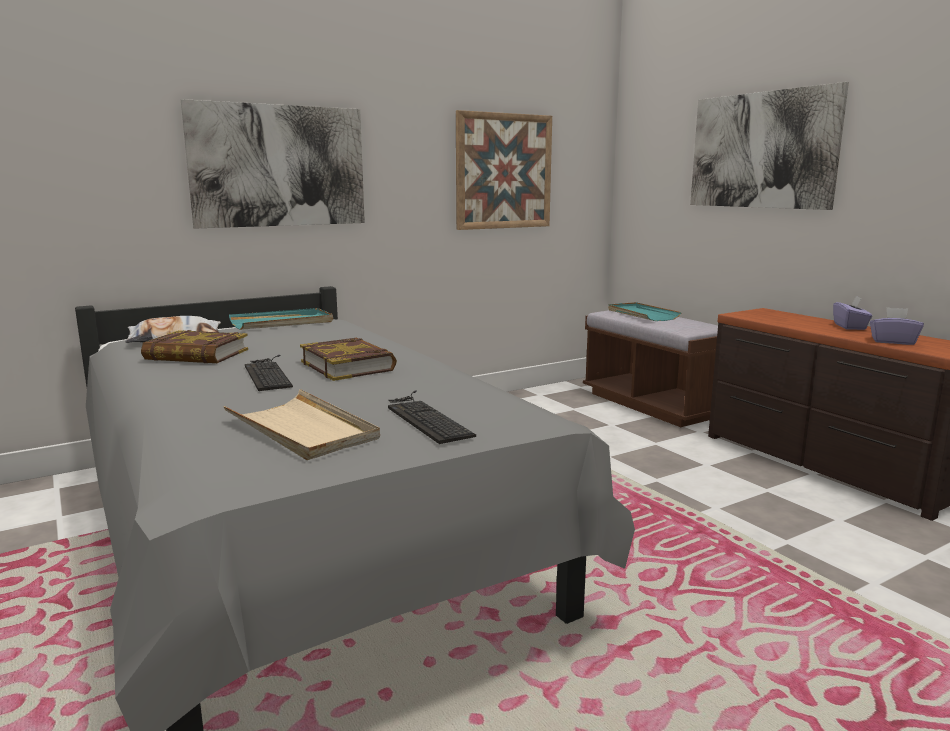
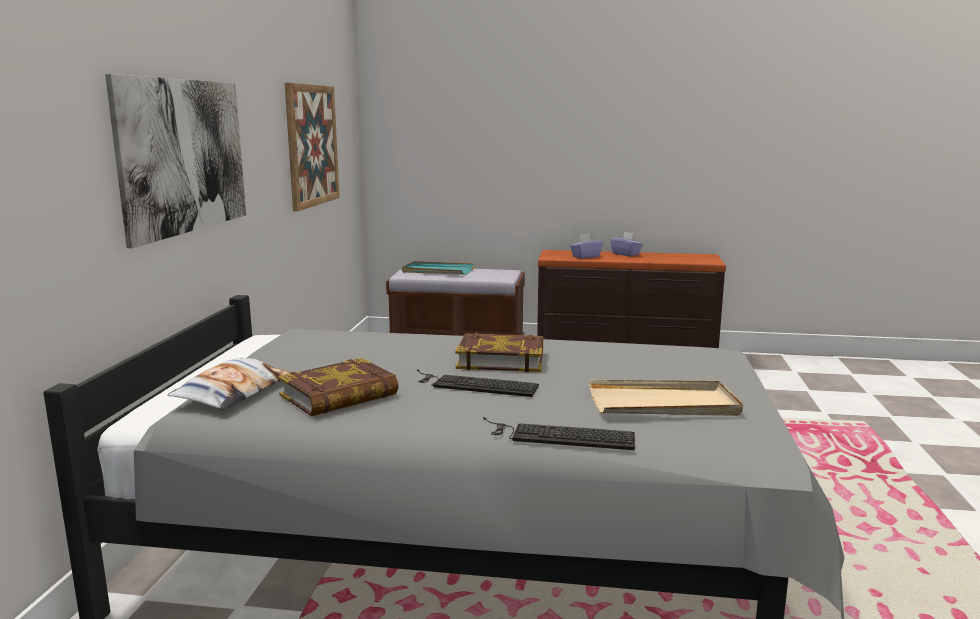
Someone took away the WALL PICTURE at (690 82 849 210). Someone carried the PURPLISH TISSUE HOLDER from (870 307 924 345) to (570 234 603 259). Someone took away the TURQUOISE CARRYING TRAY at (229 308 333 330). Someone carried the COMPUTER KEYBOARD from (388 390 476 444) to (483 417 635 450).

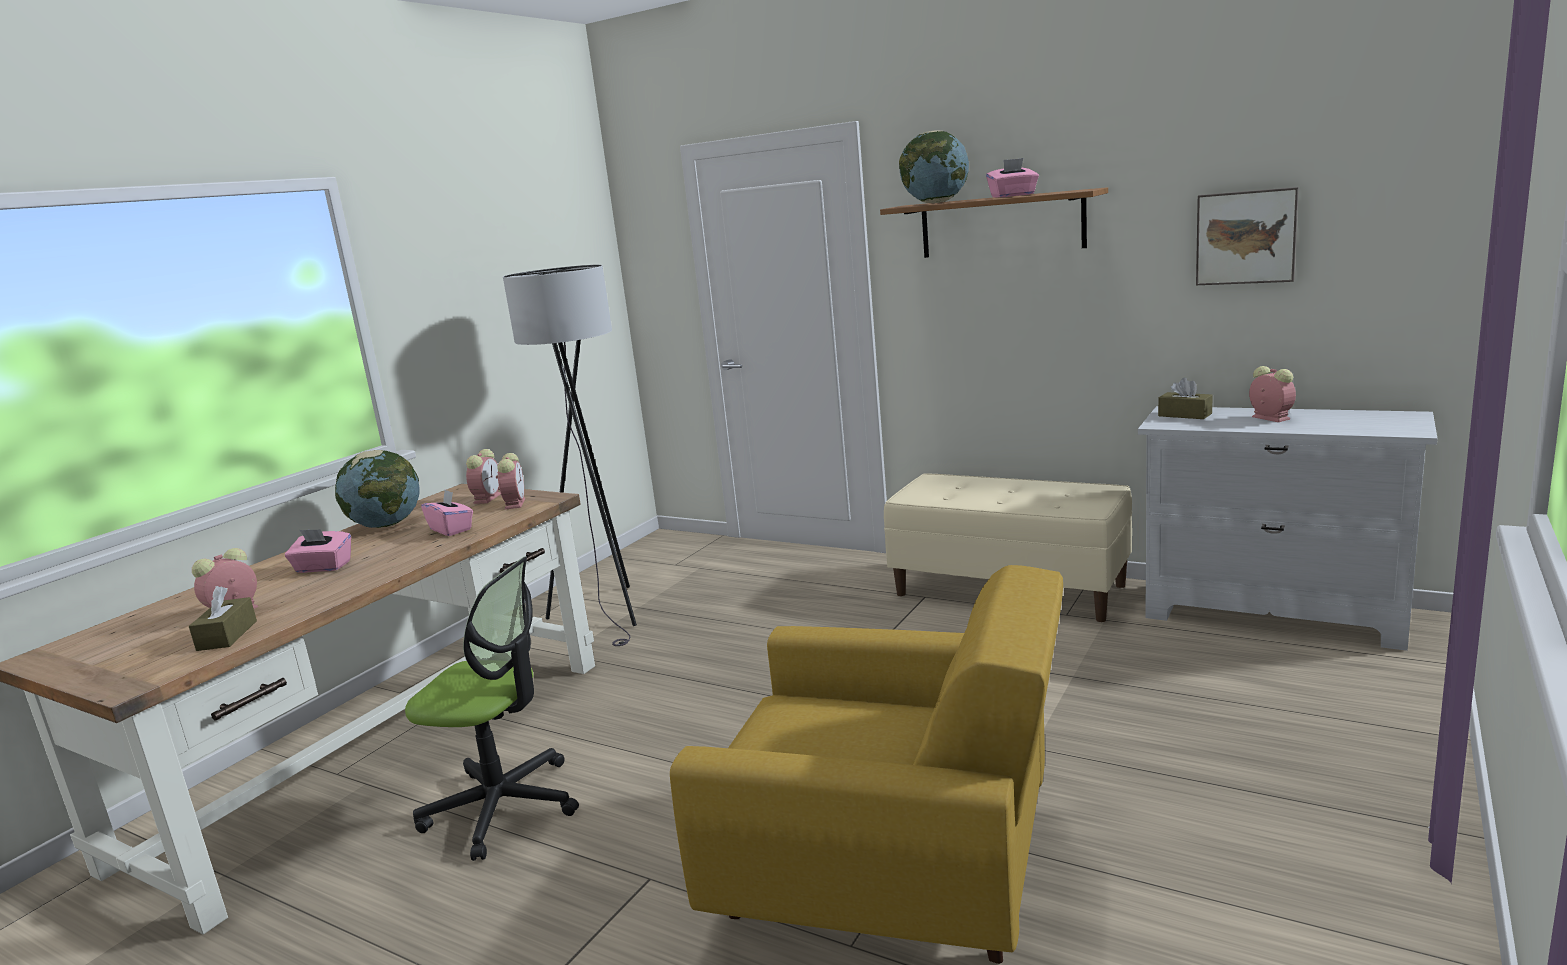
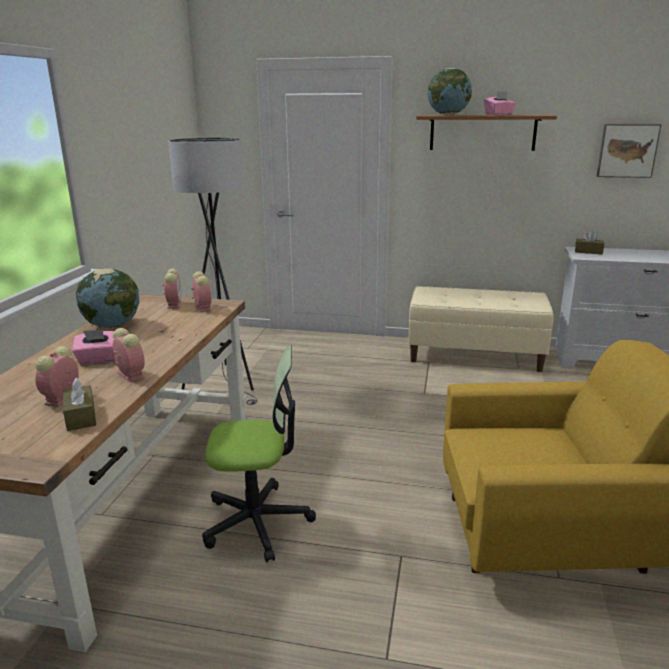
Someone carried the ALARM CLOCK from (1249 366 1296 422) to (113 328 145 382). Someone took away the PINKISH TISSUE HOLDER at (421 490 473 536).

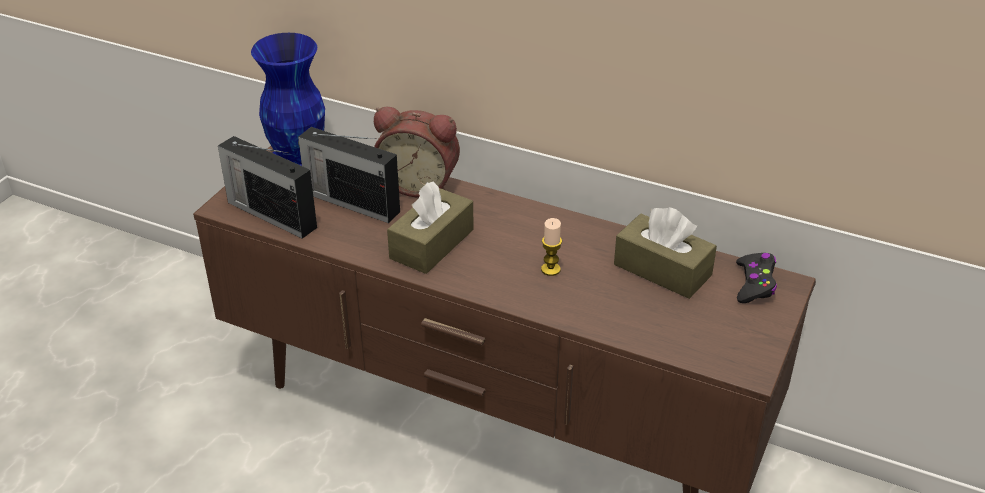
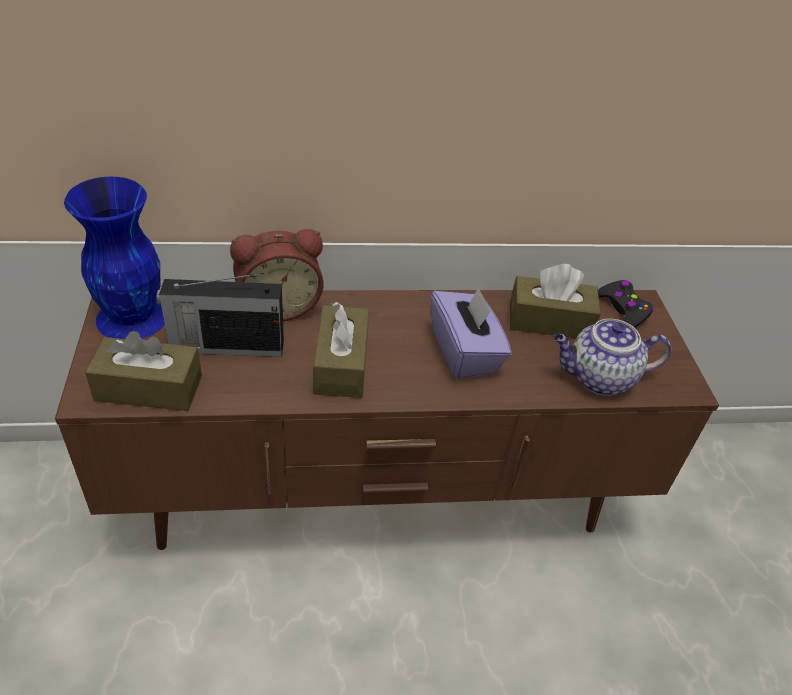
Someone swapped the RADIO SET at (218 136 317 239) for the BROWN-COLOURED TISSUE HOLDER at (85 331 202 411). Someone swapped the WAX LIGHT at (541 218 562 276) for the PURPLISH TISSUE HOLDER at (431 286 512 379). Someone put down the TEA POT at (553 319 671 396).

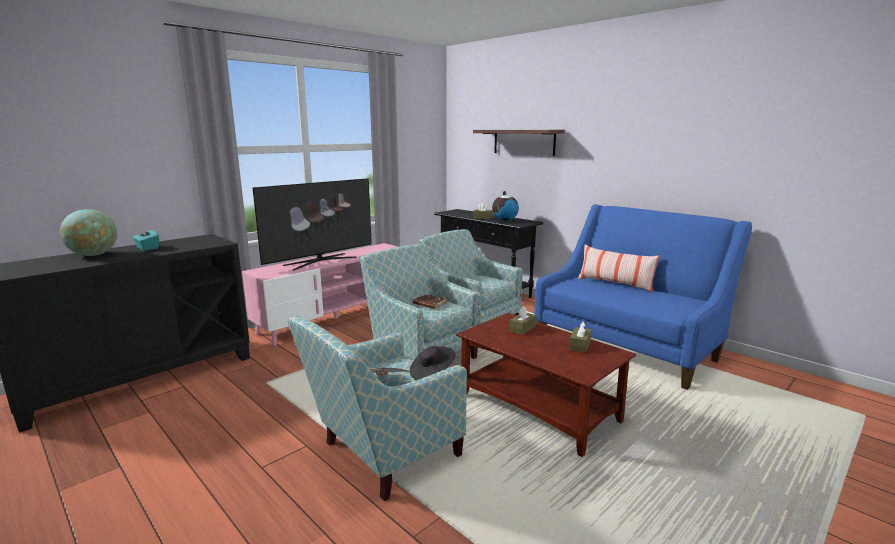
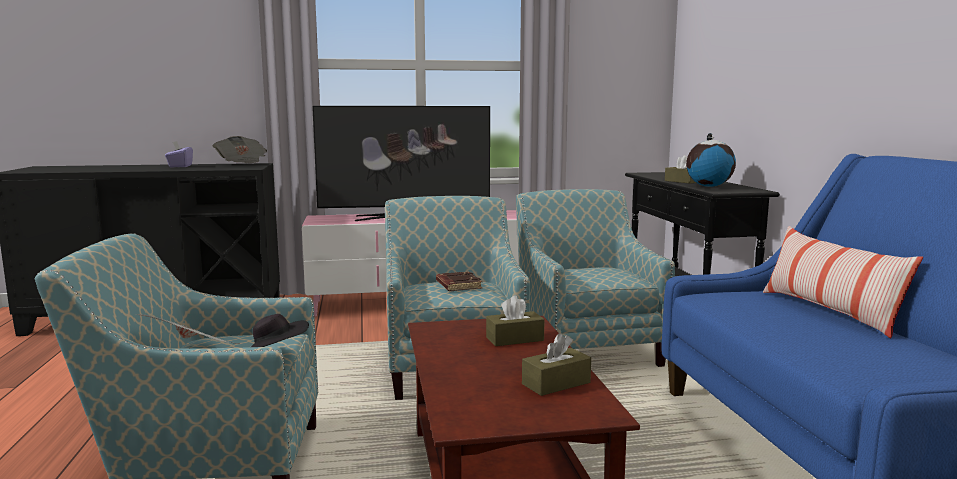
Someone took away the WALL SHELF at (473 130 565 156). Someone took away the DESK GLOBE at (60 209 117 256). Someone repainted the TURQUOISE TISSUE HOLDER at (132 228 159 251), which became the PURPLISH TISSUE HOLDER at (165 141 193 167). Someone put down the NEWSPAPER at (213 136 267 163).

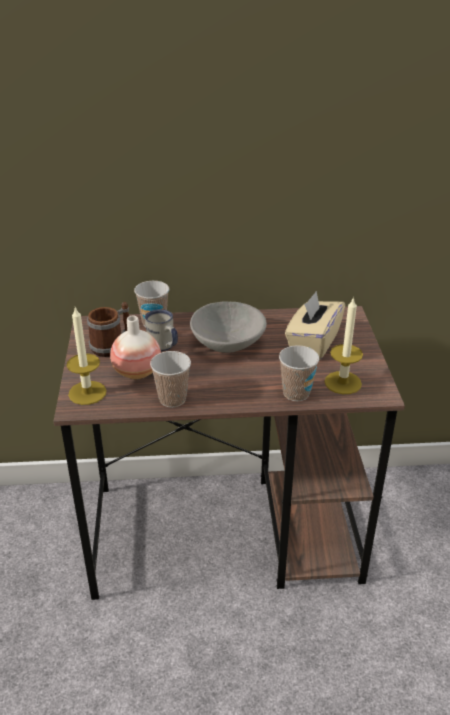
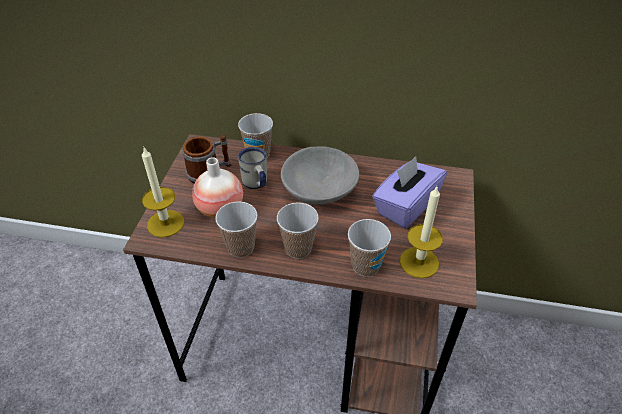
Someone repainted the SAND-COLOURED TISSUE HOLDER at (285 291 345 360), which became the PURPLISH TISSUE HOLDER at (372 156 447 228). Someone put down the SMALL CUP at (277 202 319 259).

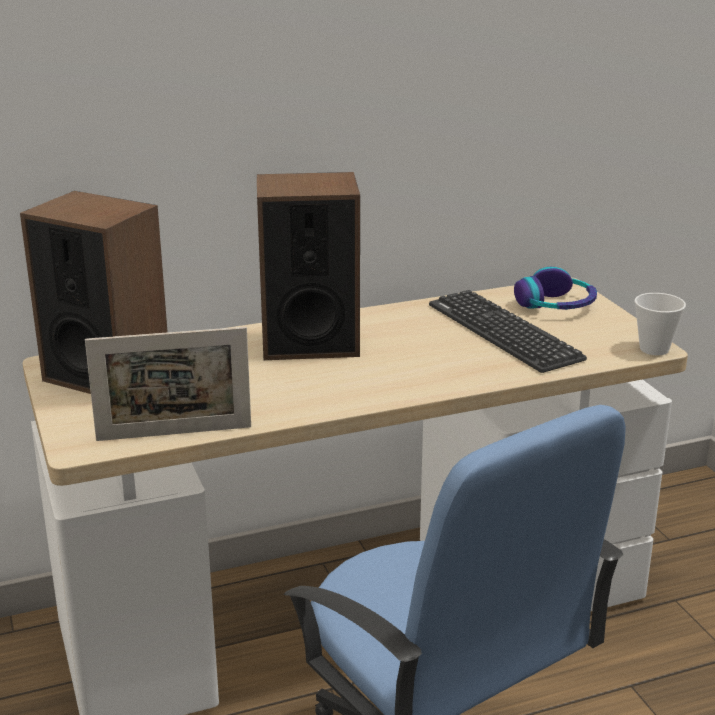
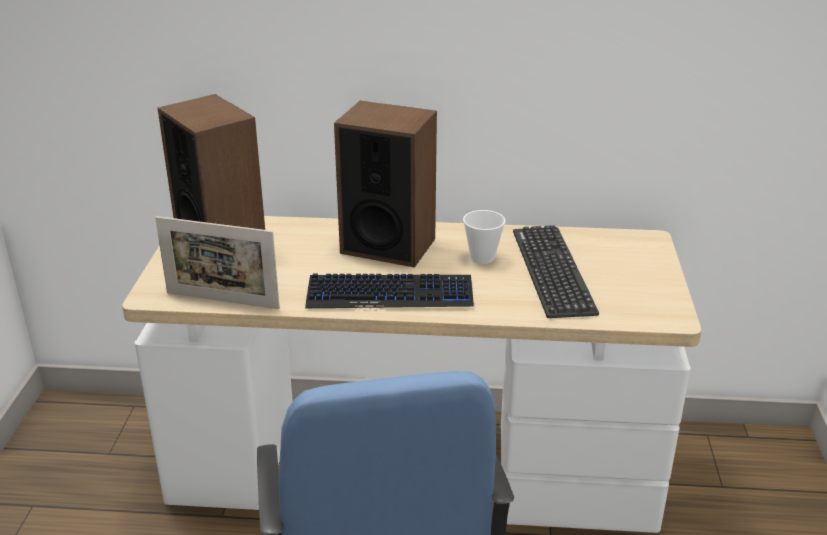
Someone took away the PAIR OF HEADPHONES at (514 267 597 310). Someone carried the SMALL CUP from (634 293 686 355) to (463 210 506 264). Someone put down the COMPUTER KEYBOARD at (305 273 474 308).

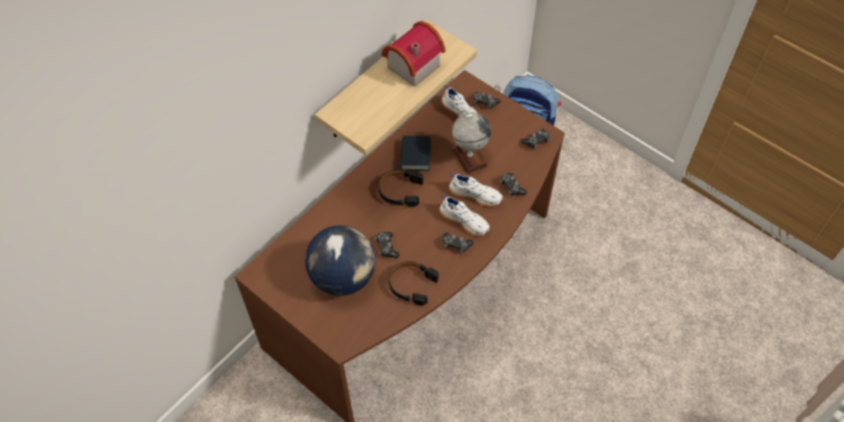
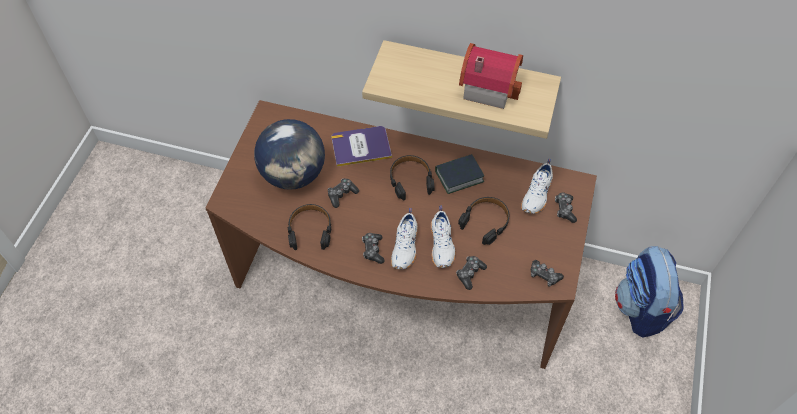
Someone swapped the DESK GLOBE at (452 109 491 174) for the BLACK PAIR OF HEADPHONES at (458 197 509 245). Someone put down the BOOK at (332 126 392 167).

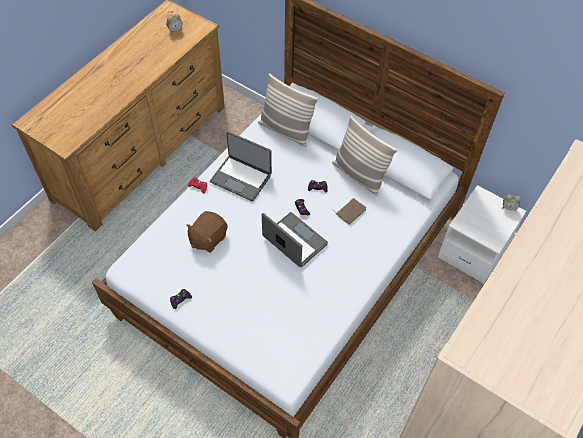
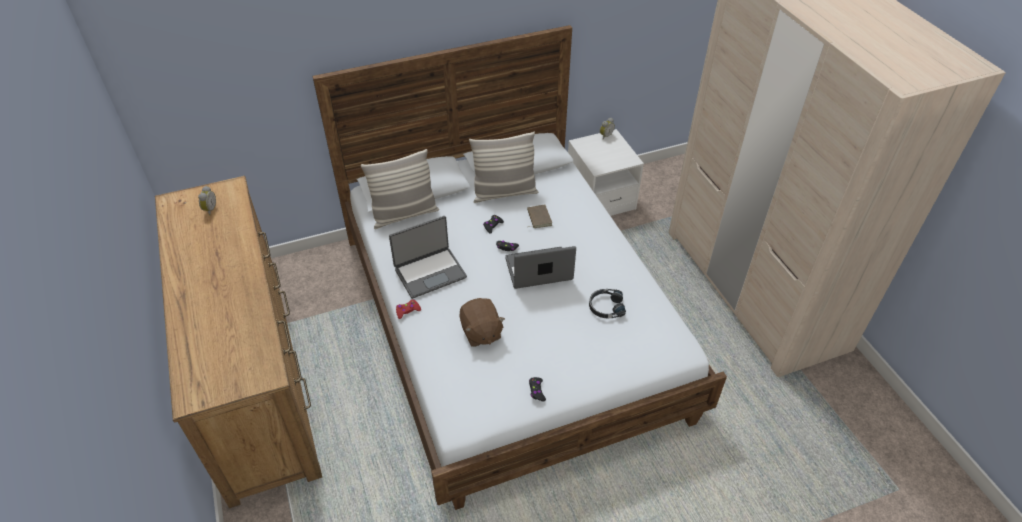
Someone put down the BLACK PAIR OF HEADPHONES at (589 289 626 318).

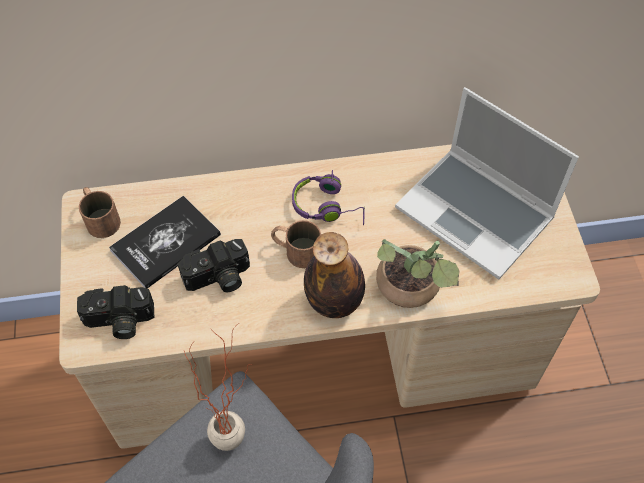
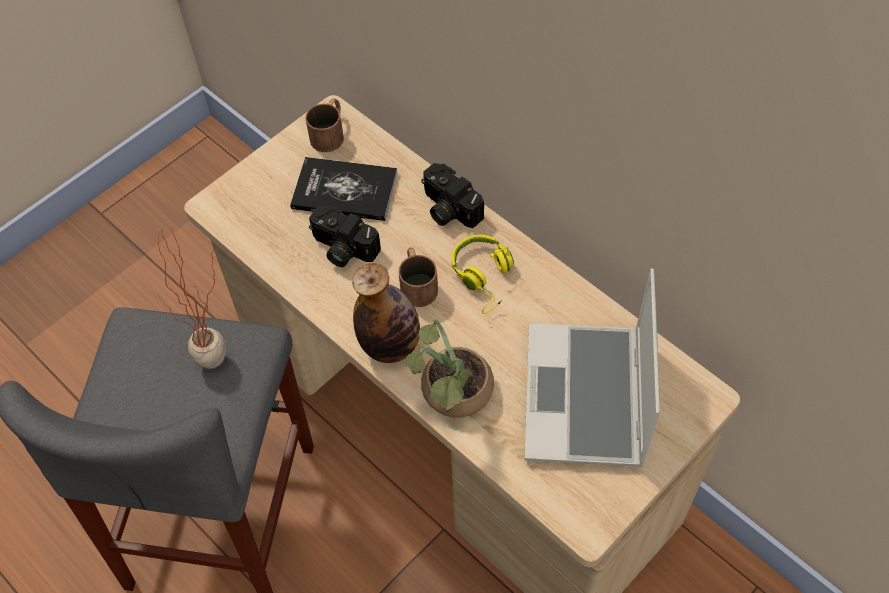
Someone repainted the PURPLISH PAIR OF HEADPHONES at (292 170 365 225), which became the YELLOW PAIR OF HEADPHONES at (451 235 514 314). Someone carried the PHOTO CAMERA from (77 285 154 339) to (421 163 484 228).

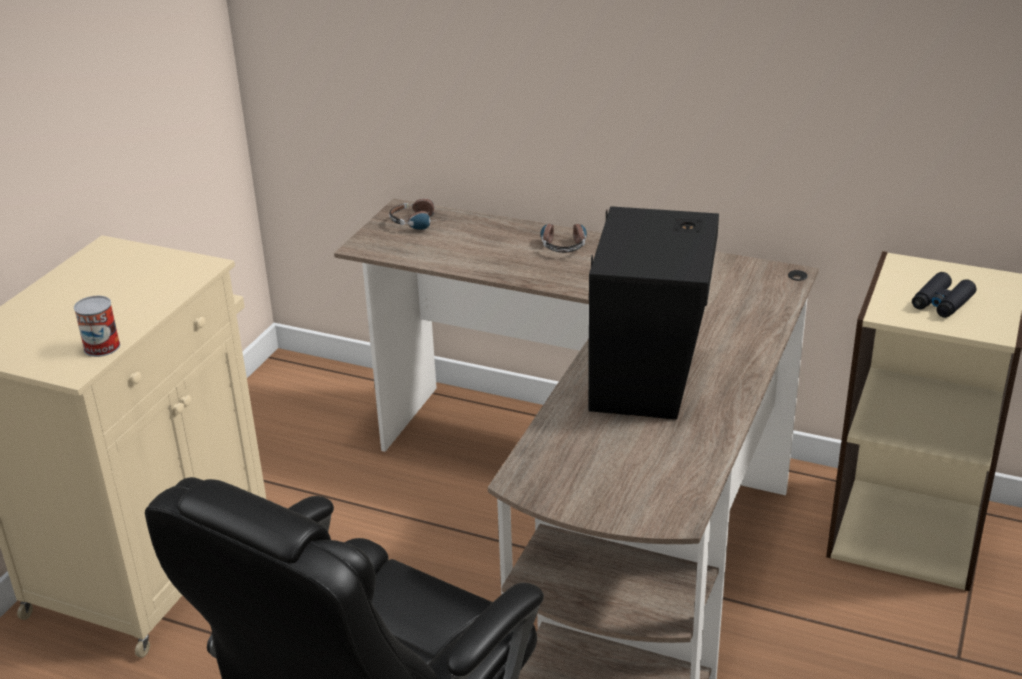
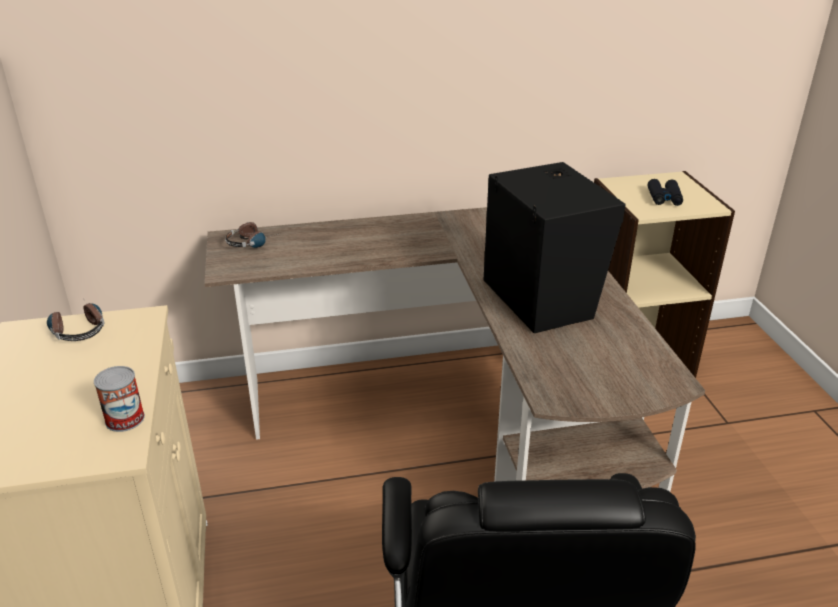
Someone carried the PAIR OF HEADPHONES from (541 219 587 253) to (47 300 105 341).

